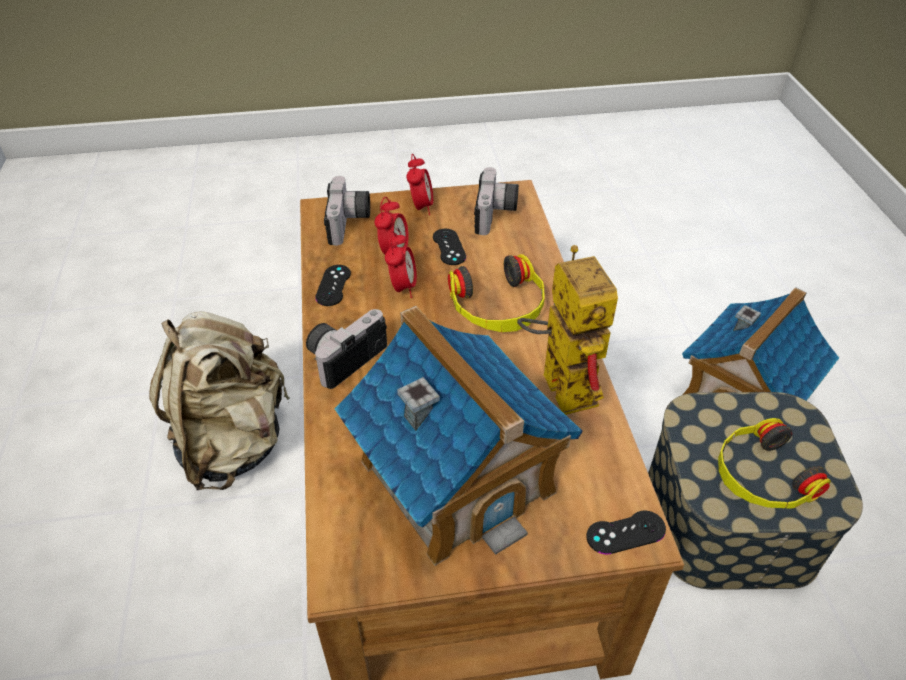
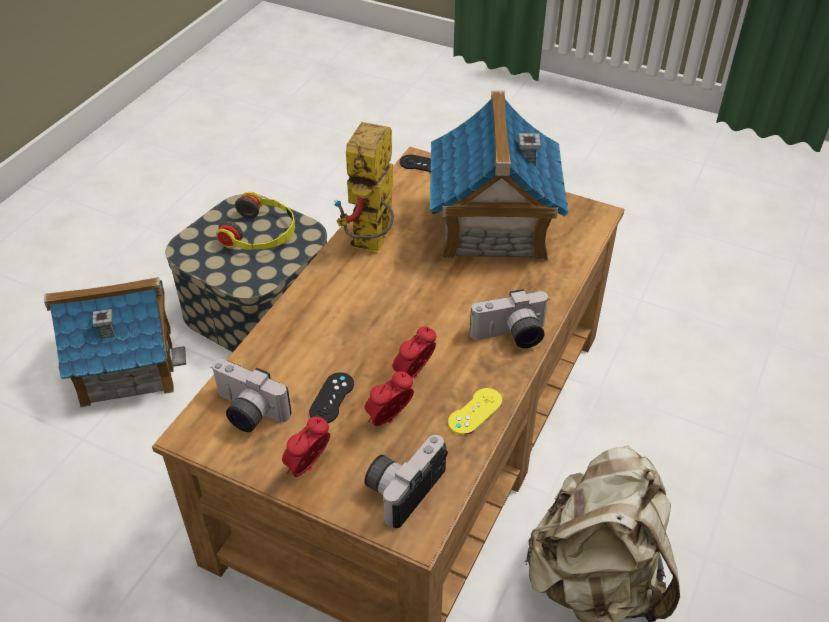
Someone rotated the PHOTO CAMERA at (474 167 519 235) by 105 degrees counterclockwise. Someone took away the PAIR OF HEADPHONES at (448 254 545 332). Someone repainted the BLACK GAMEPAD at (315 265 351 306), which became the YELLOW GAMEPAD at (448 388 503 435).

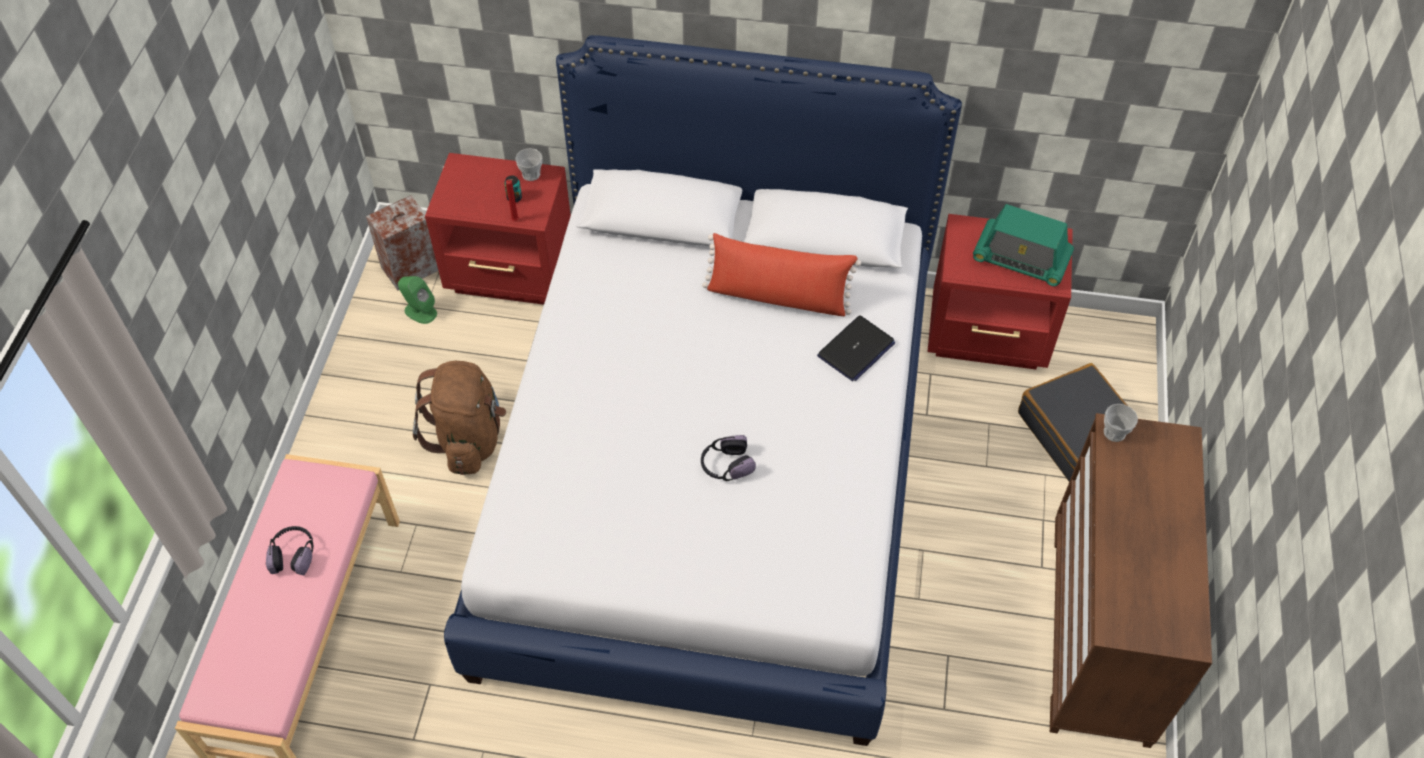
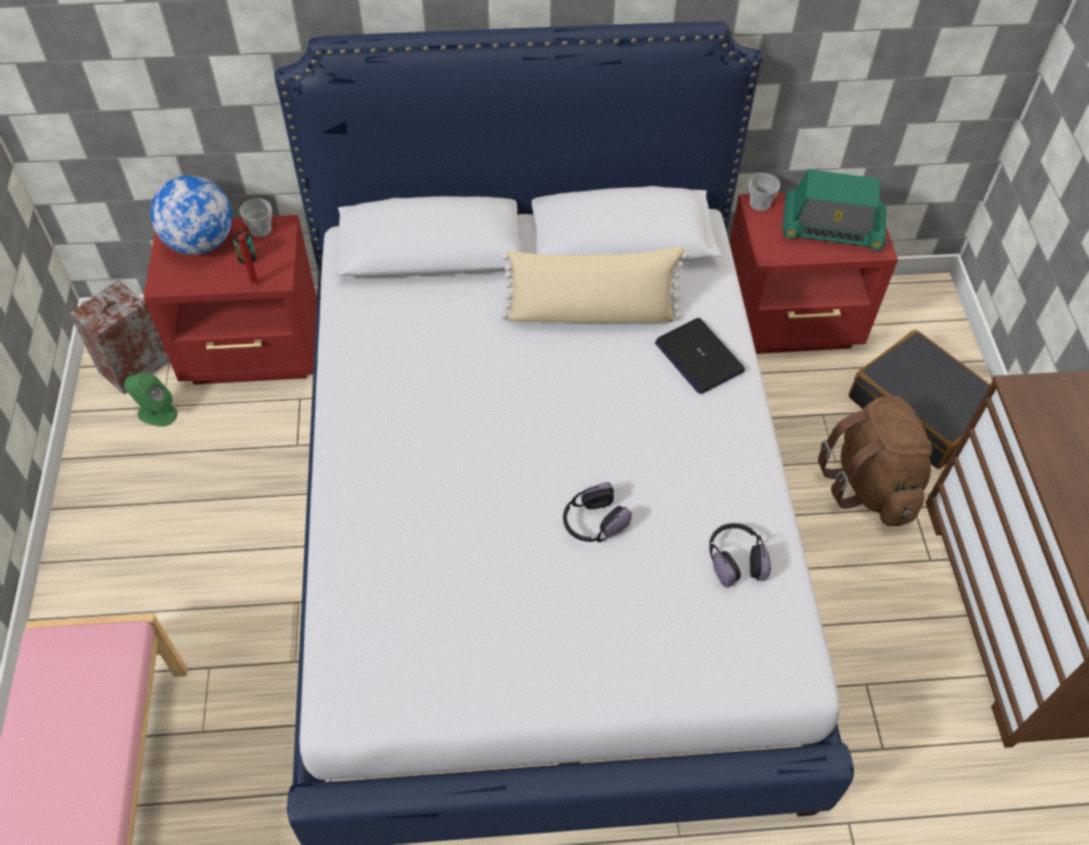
Someone repainted the REDDISH CUSHION at (702 233 861 316), which became the SAND-COLOURED CUSHION at (501 247 688 322). Someone rotated the LAPTOP at (817 316 895 381) by 120 degrees clockwise. Someone carried the BROWN-COLOURED KNAPSACK from (413 361 506 475) to (818 396 932 526). Someone carried the SMALL CUP from (1104 404 1138 442) to (749 173 780 211). Someone carried the PAIR OF HEADPHONES from (266 526 313 575) to (709 523 771 588). Someone put down the DESK GLOBE at (151 175 232 255).

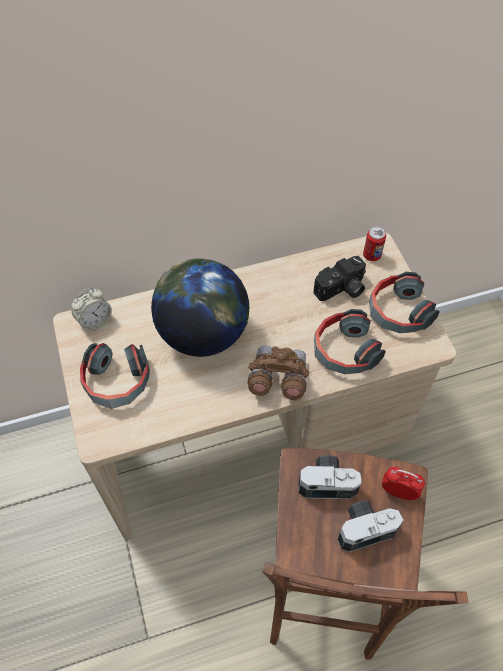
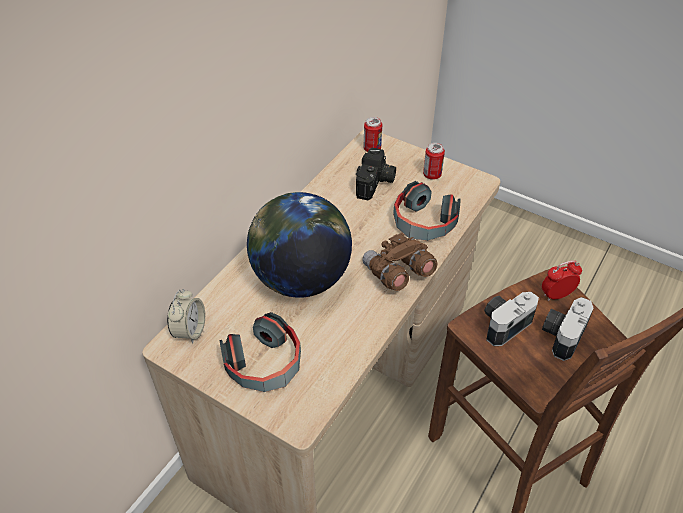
Someone swapped the PAIR OF HEADPHONES at (369 272 440 333) for the SEALED CAN at (423 143 445 180).

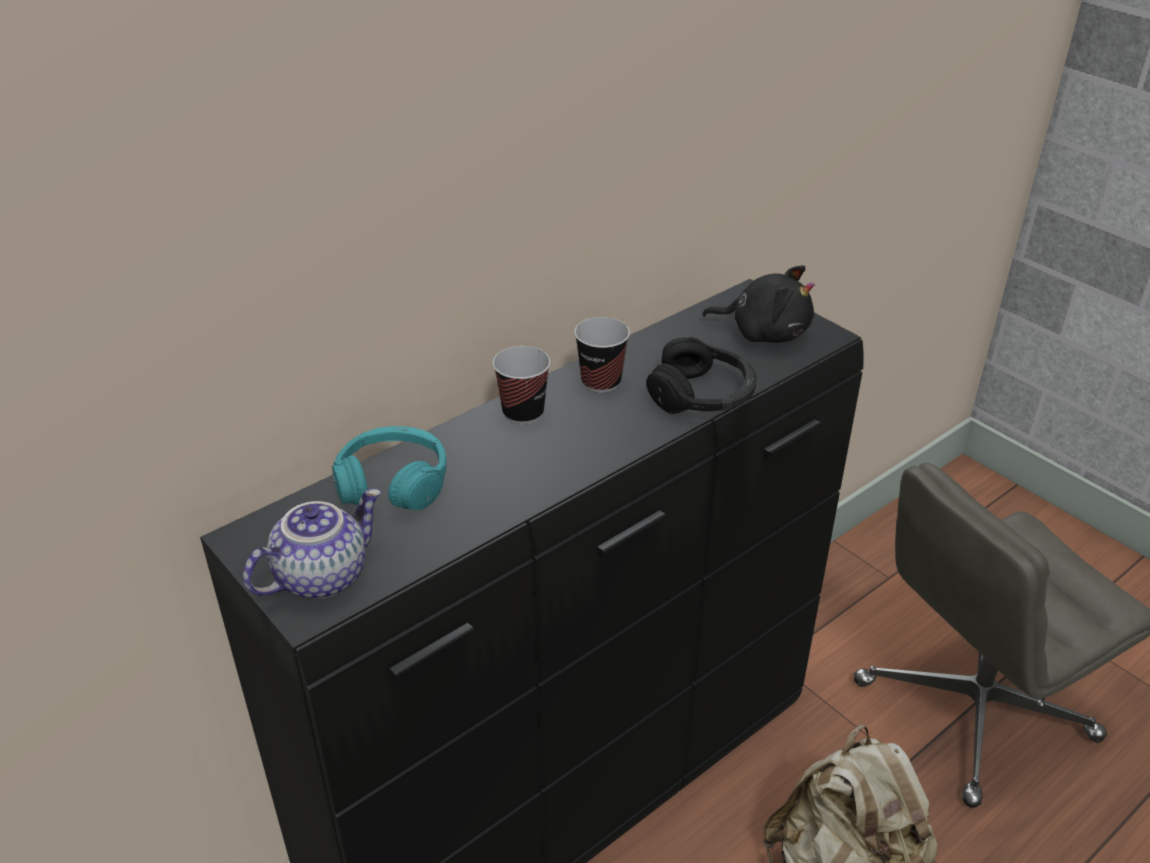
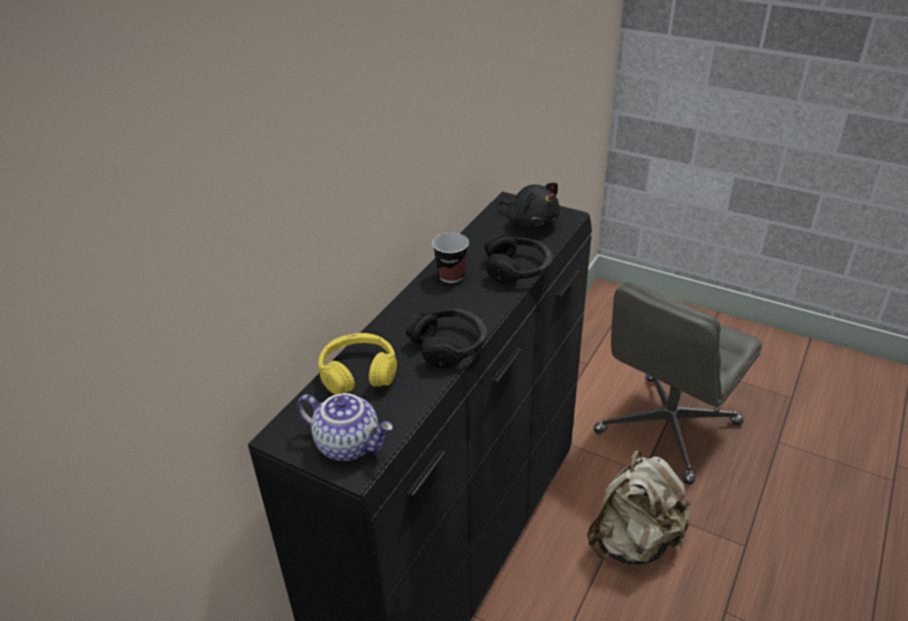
Someone rotated the BLACK PLUSH TOY at (702 265 815 343) by 45 degrees clockwise. Someone took away the SMALL CUP at (493 346 550 425). Someone repainted the TURQUOISE PAIR OF HEADPHONES at (332 426 447 510), which became the YELLOW PAIR OF HEADPHONES at (318 333 397 394). Someone rotated the TEA POT at (243 489 381 599) by 90 degrees clockwise. Someone put down the BLACK PAIR OF HEADPHONES at (406 309 487 369).

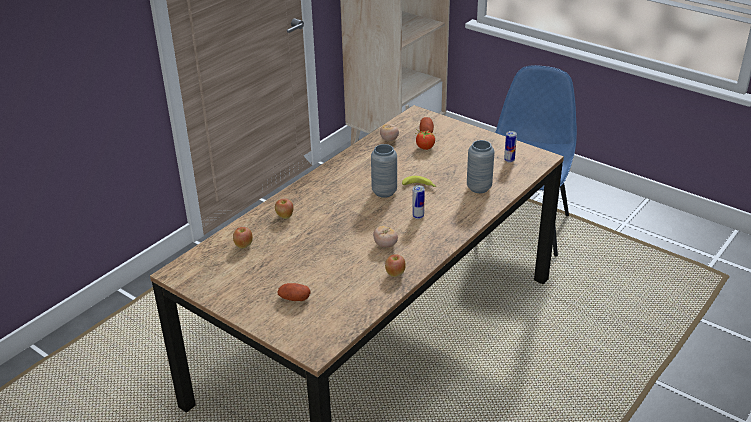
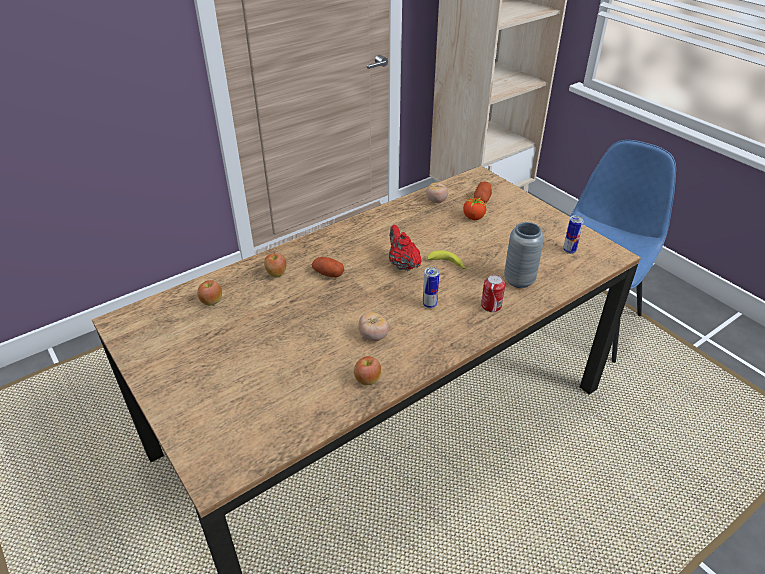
Someone swapped the GREYISH FLOWER VASE at (371 144 397 198) for the REDDISH TEA POT at (389 225 422 271). Someone carried the POTATO from (277 283 311 301) to (311 257 344 278). Someone put down the SEALED CAN at (481 275 505 312).

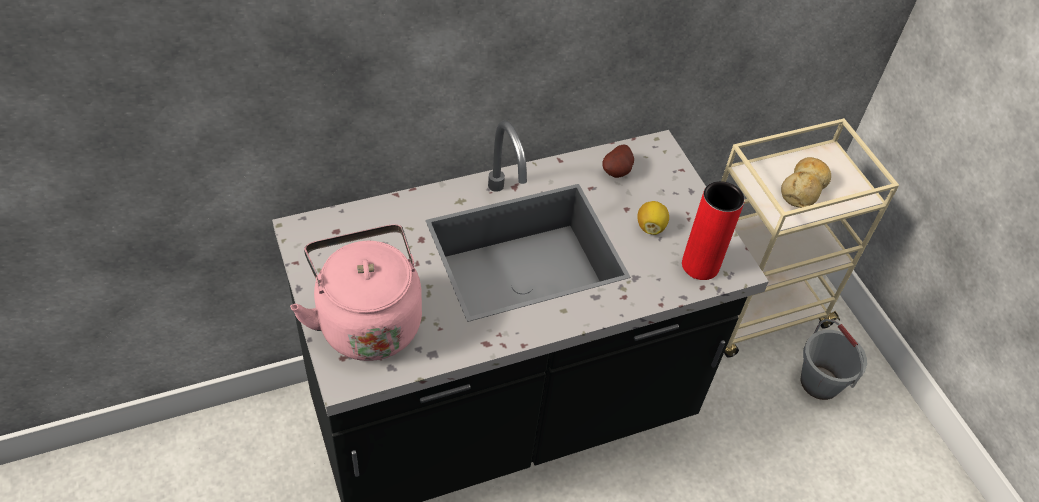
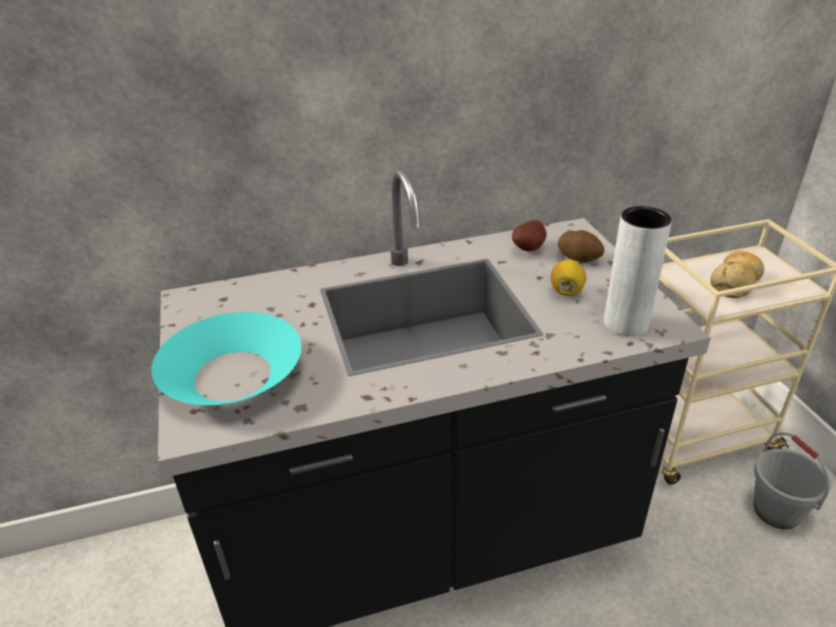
Someone repainted the REDDISH FLOWER VASE at (682 181 745 280), which became the GREYISH FLOWER VASE at (604 206 672 336). Someone swapped the PINKISH WATER KETTLE at (290 224 422 361) for the TURQUOISE SERVING BOWL at (151 312 301 405). Someone put down the POTATO at (558 230 605 263).

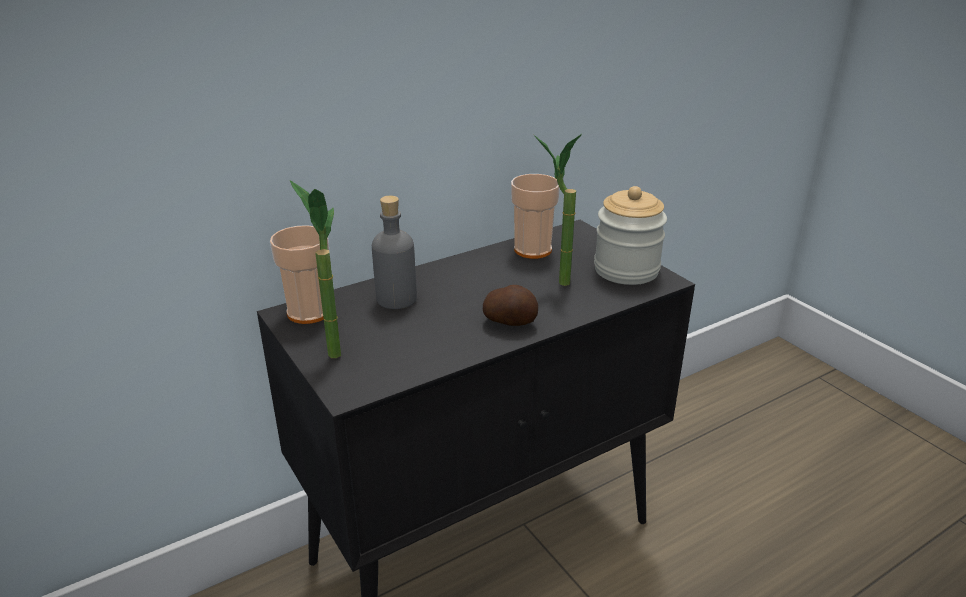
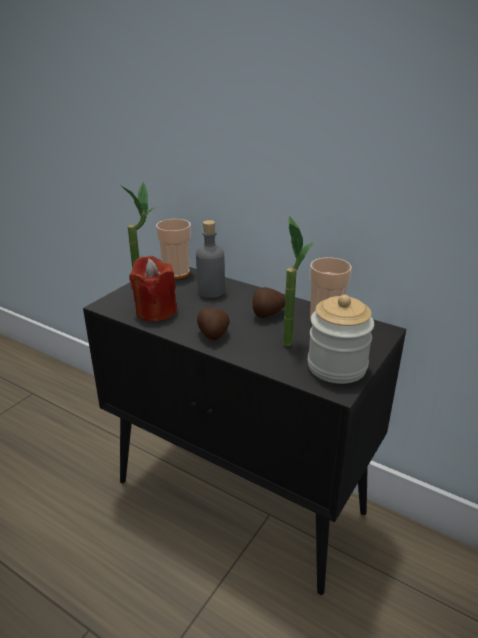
Someone put down the REDDISH WAX LIGHT at (129 256 177 322). Someone put down the POTATO at (253 287 285 318).

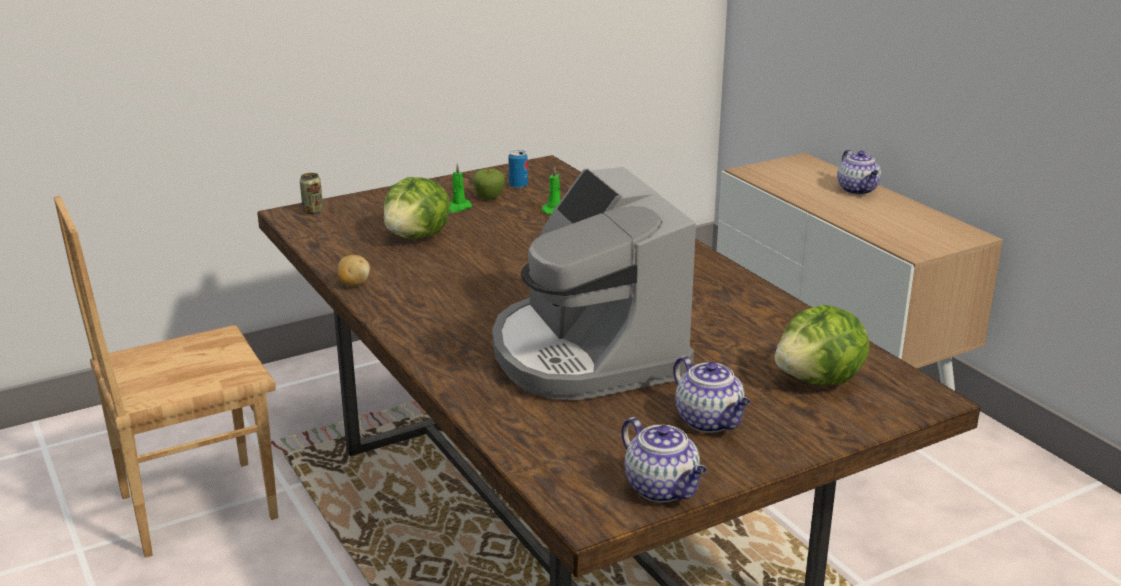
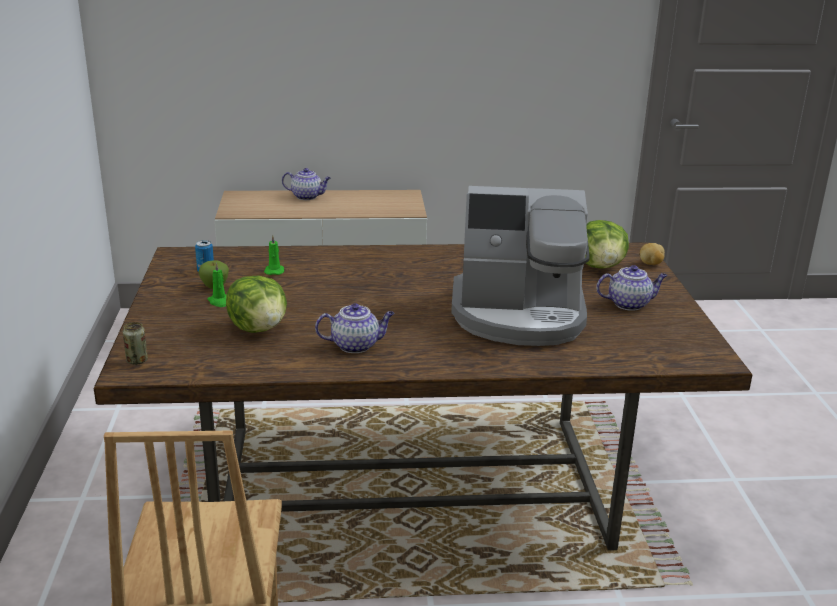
Someone carried the POTATO from (337 255 370 286) to (640 243 665 265). Someone carried the TEA POT from (622 417 707 502) to (315 303 395 353).

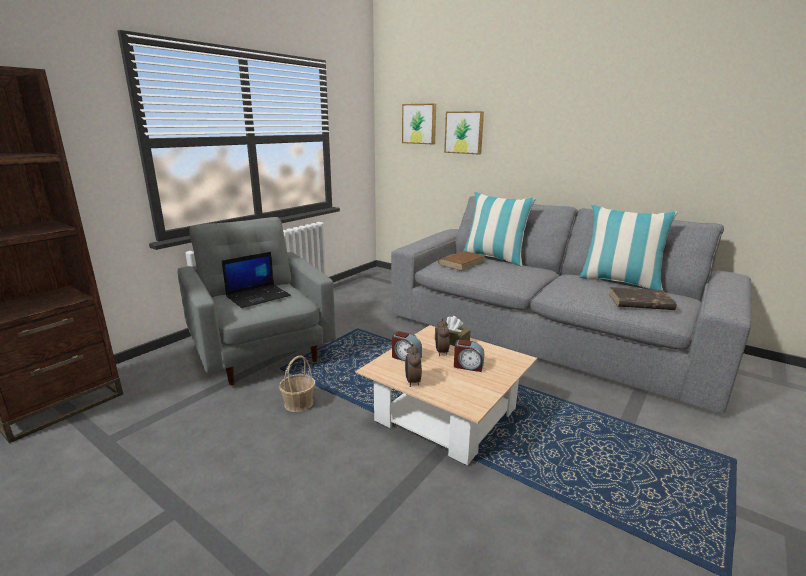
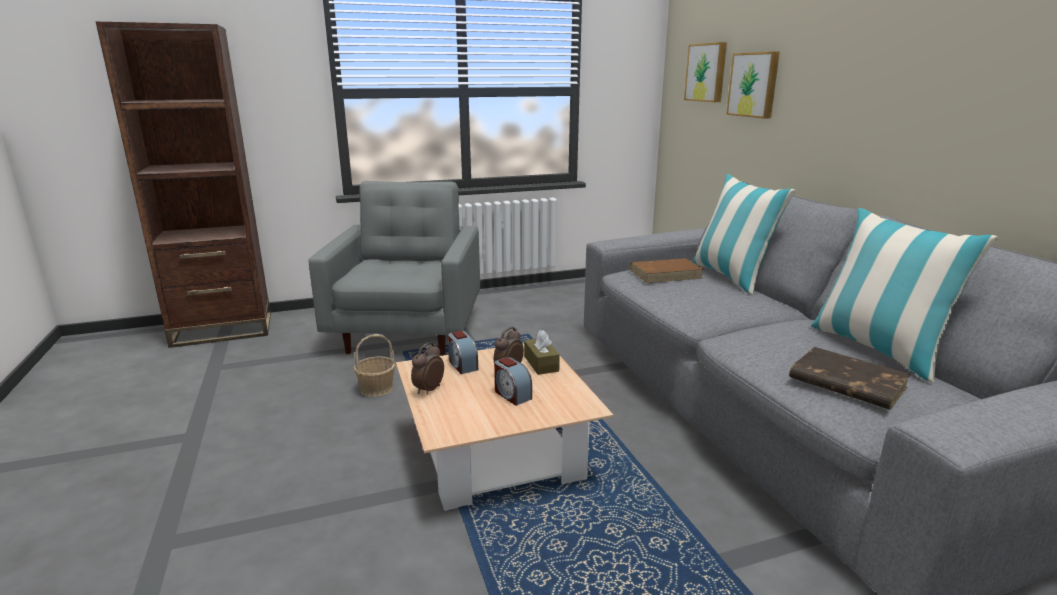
Someone took away the LAPTOP at (222 252 291 308).

